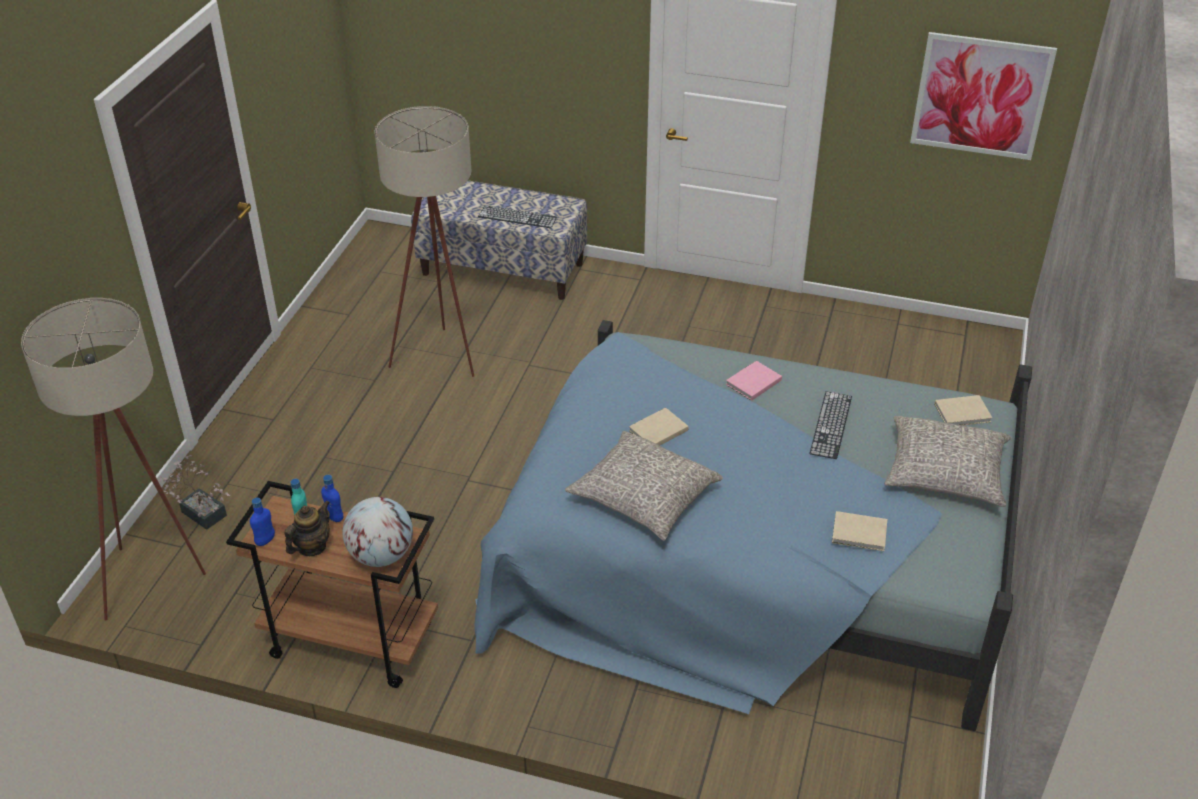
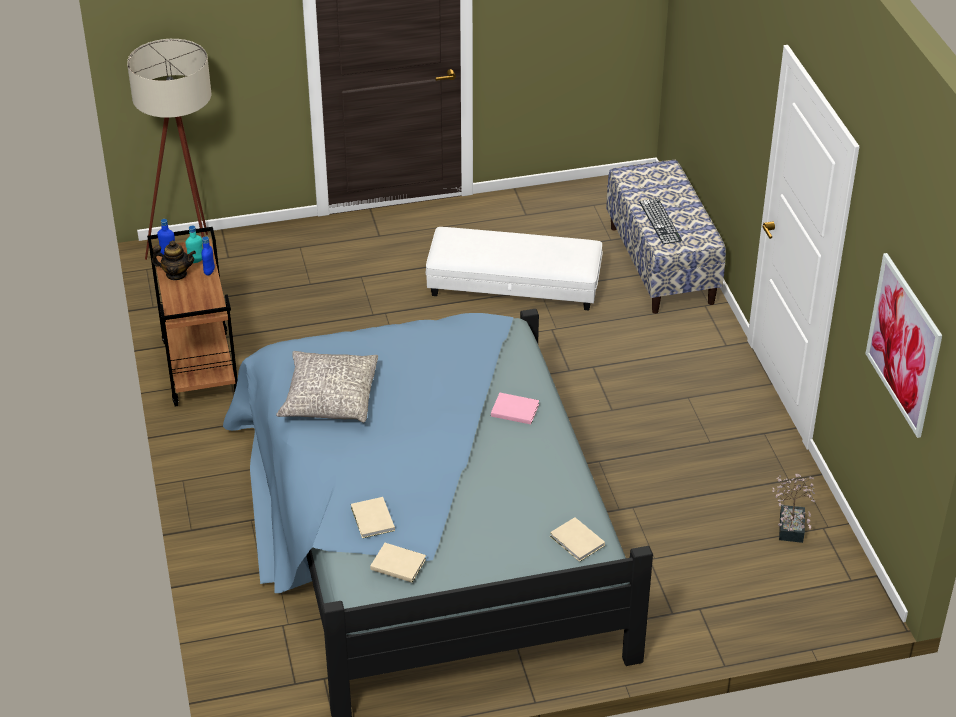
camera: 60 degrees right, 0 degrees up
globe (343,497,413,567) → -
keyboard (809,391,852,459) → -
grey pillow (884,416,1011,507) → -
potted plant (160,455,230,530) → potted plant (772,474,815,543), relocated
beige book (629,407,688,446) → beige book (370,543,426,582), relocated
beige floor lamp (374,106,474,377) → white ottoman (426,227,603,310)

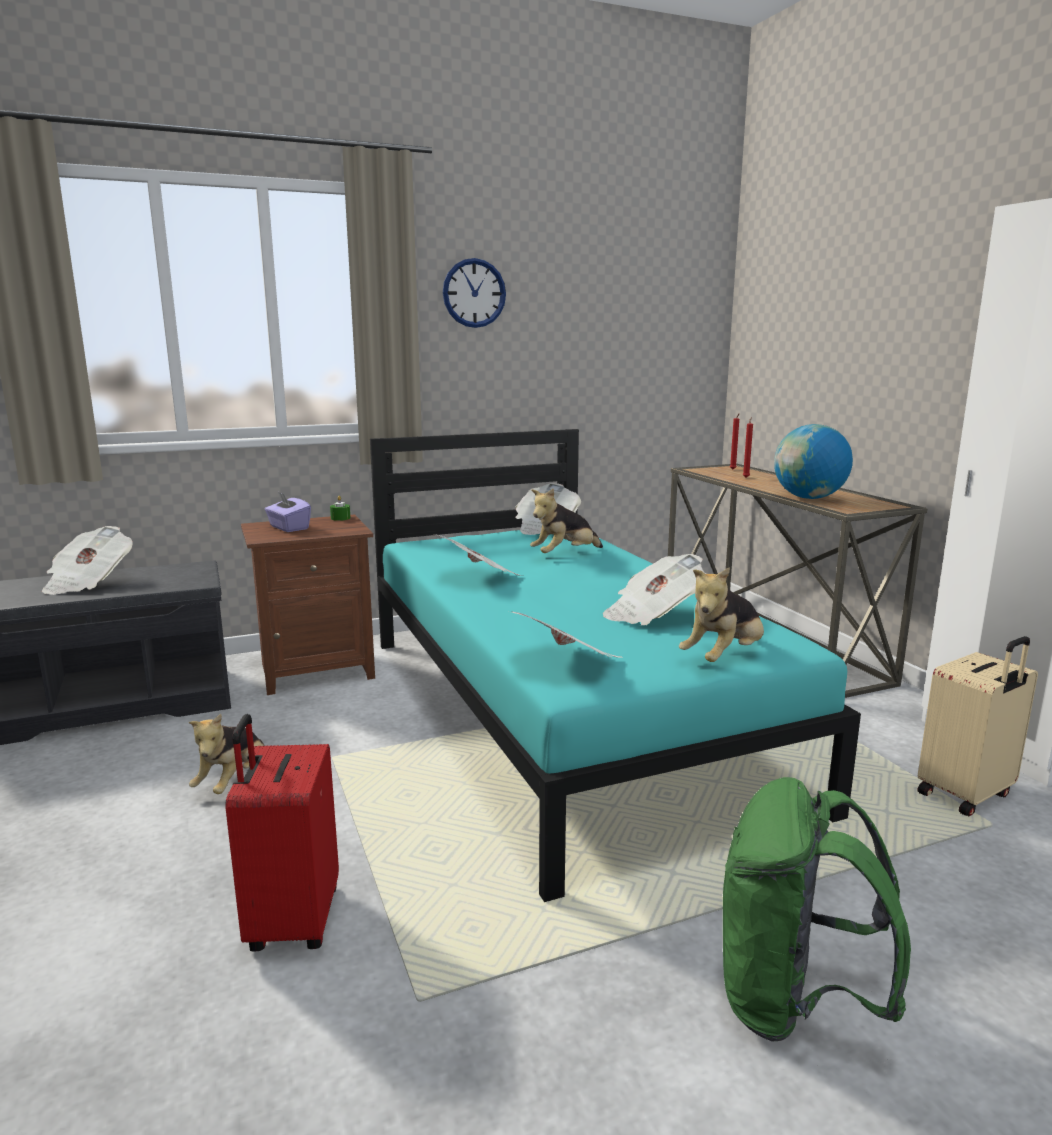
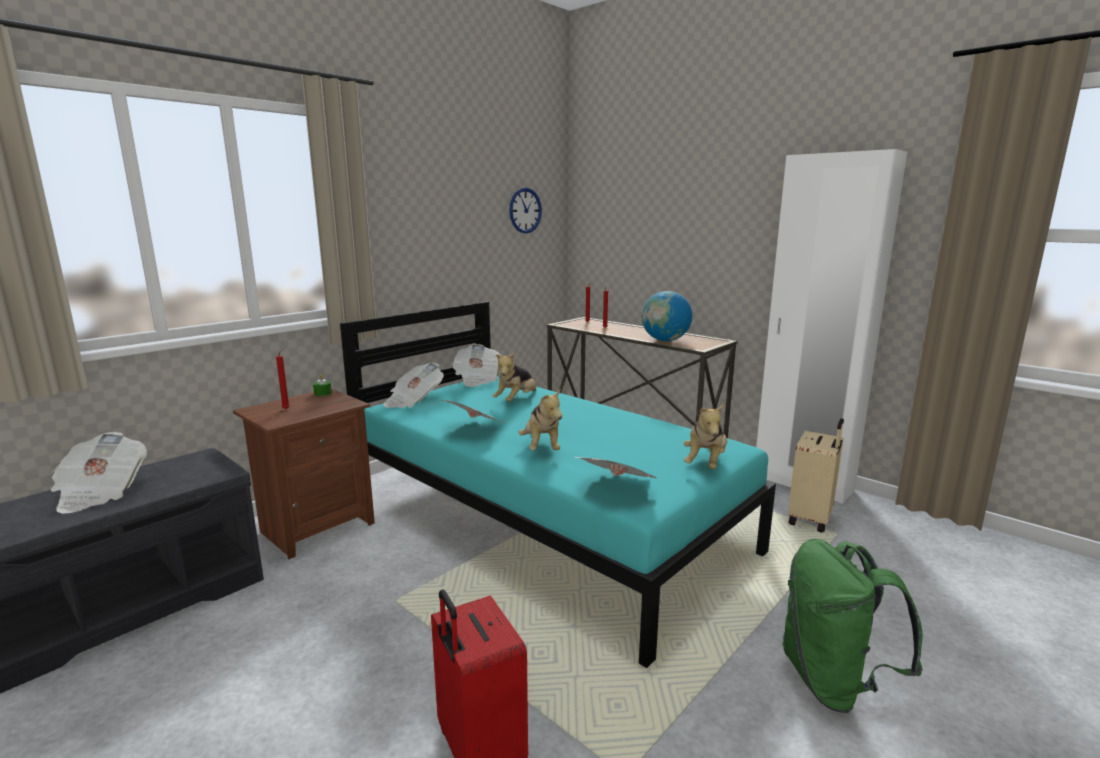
camera: 25 degrees left, 0 degrees up
plush toy (189,714,265,794) → plush toy (518,389,562,450), relocated
wall clock (443,258,506,328) → wall clock (509,188,542,233), relocated
newspaper (603,554,706,625) → newspaper (383,363,444,408), relocated
purple tissue box (265,492,311,532) → red candle (276,349,290,409)

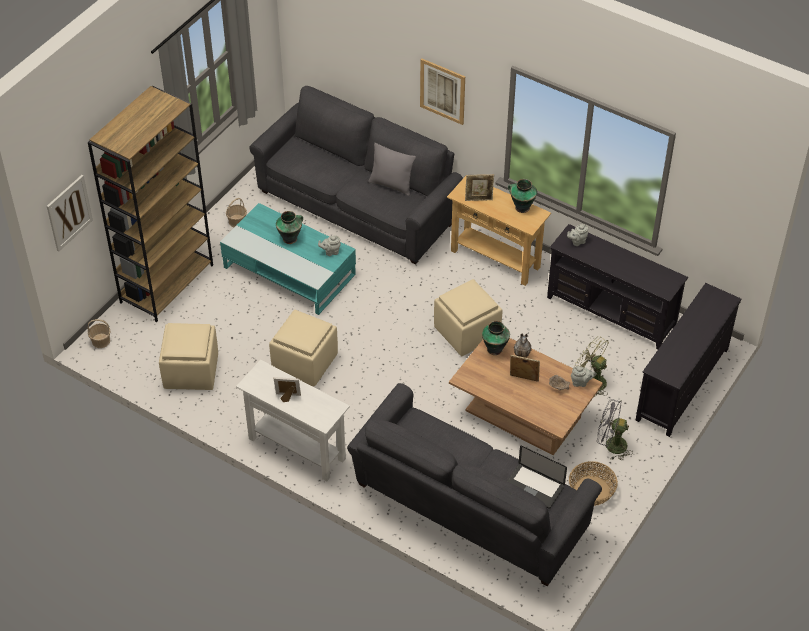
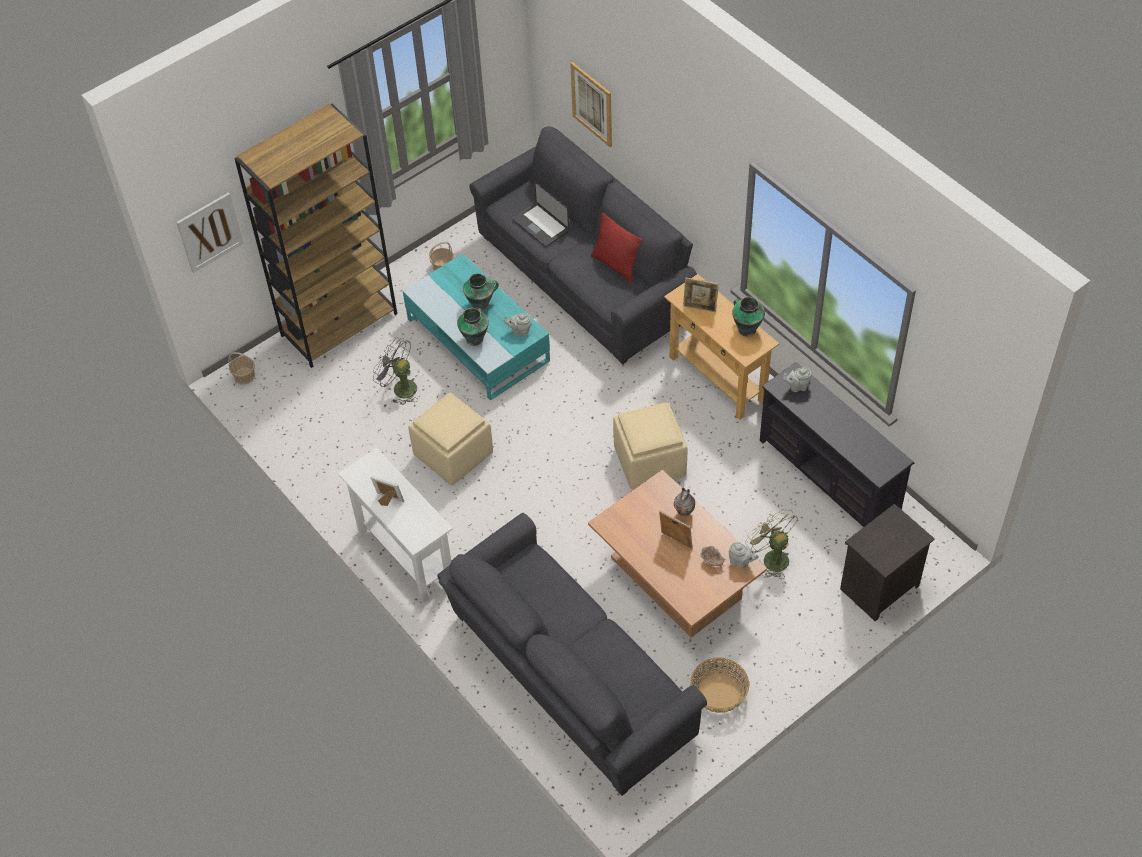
camera: 20 degrees right, 5 degrees up
beige ottoman (159,323,218,390) → -
picture (420,58,465,125) → picture (570,62,612,147), relocated
vase (482,321,510,355) → vase (457,308,489,346), relocated
laptop (507,446,567,509) → laptop (512,181,569,247), relocated
grey fan (597,400,633,460) → grey fan (373,337,418,405), relocated
black tv stand (636,283,741,437) → black nightstand (840,504,935,621)
grey pillow (368,143,416,196) → red pillow (591,213,643,283)

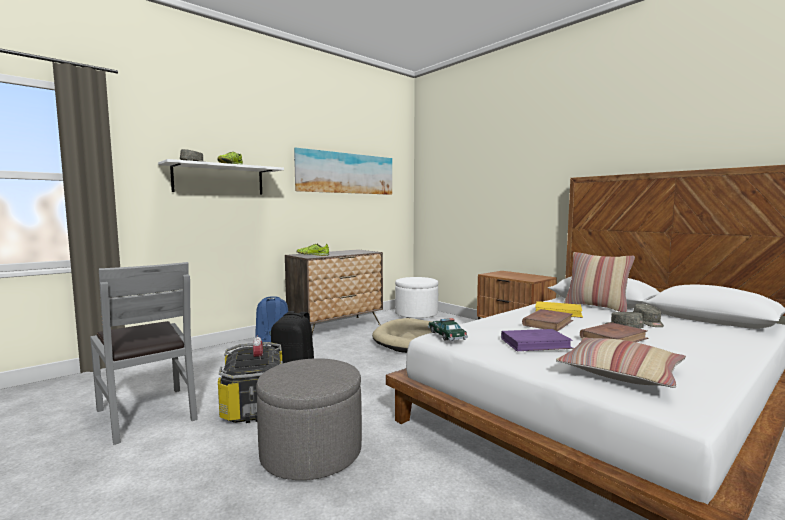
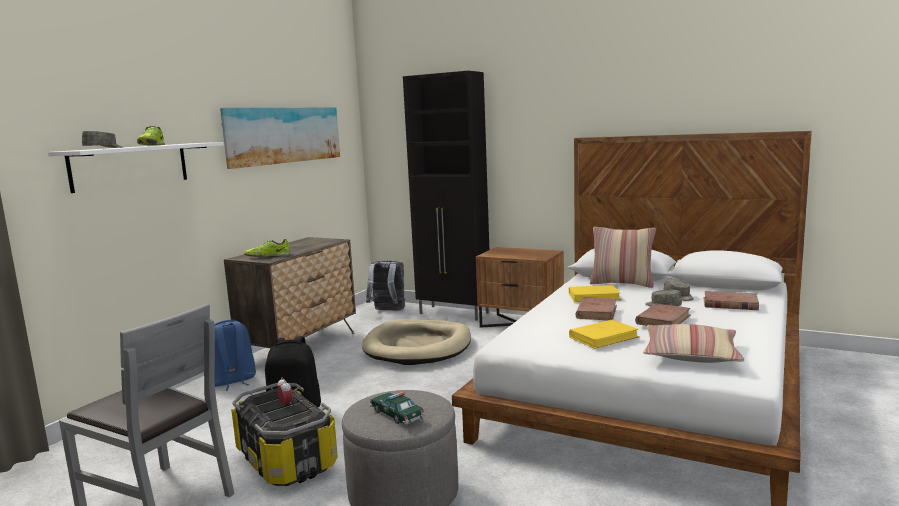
camera: 20 degrees left, 5 degrees up
- → black cabinet (403,71,489,321)
- → brown book (703,291,759,310)
toy car (428,318,468,341) → toy car (369,392,425,425), relocated
white ottoman (395,277,438,318) → grey backpack (366,259,405,311)
purple book (501,329,574,351) → yellow book (569,320,640,349)

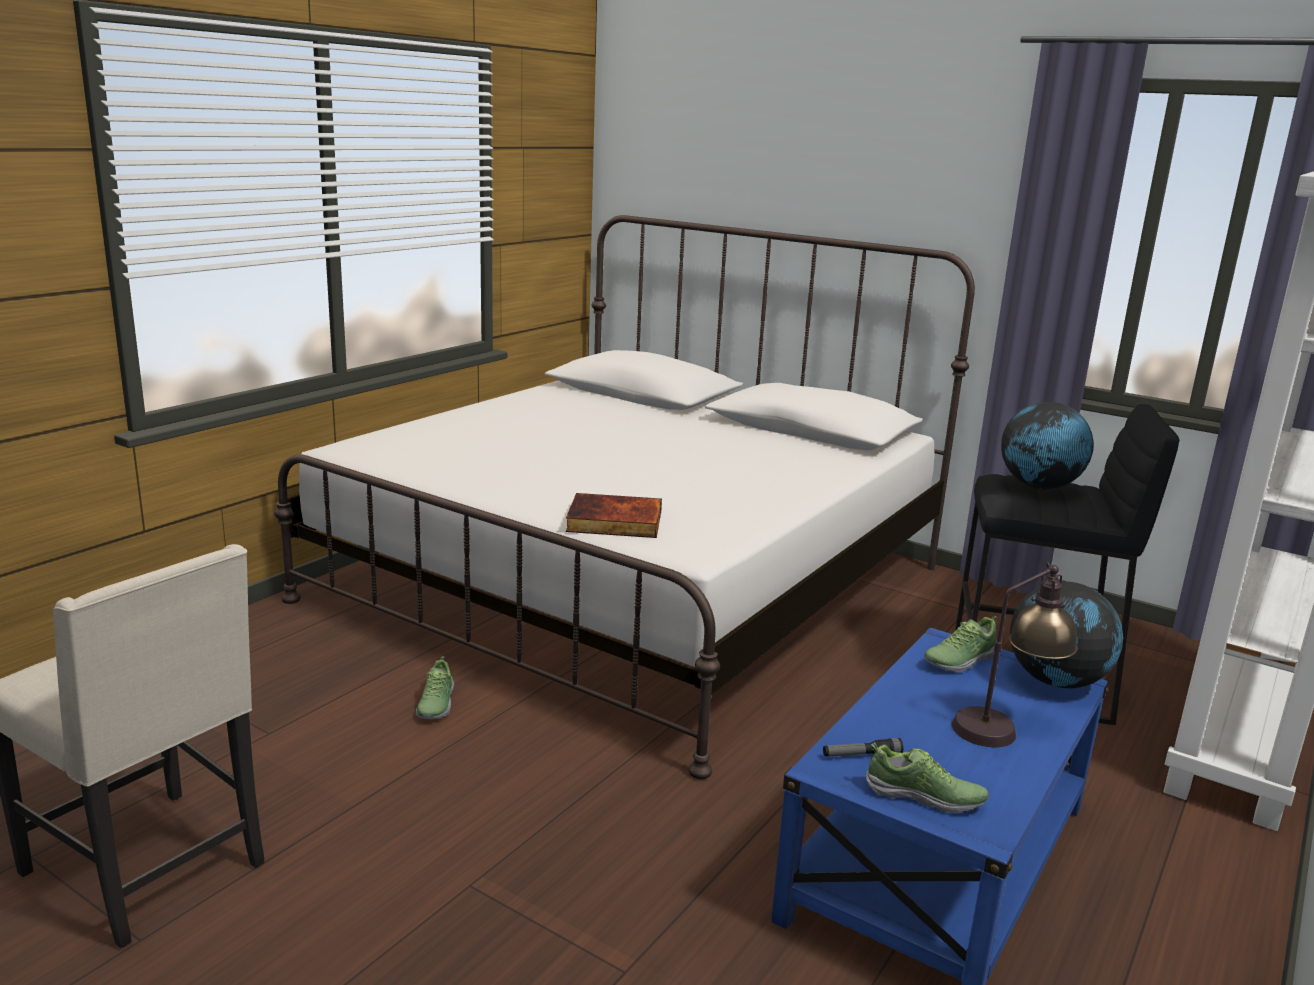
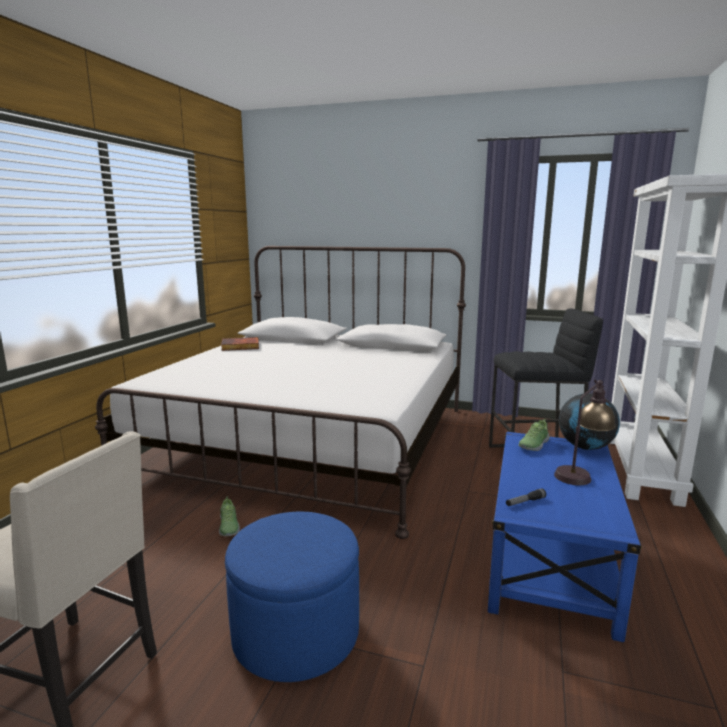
camera: 15 degrees left, 5 degrees down
shoe (866,742,989,813) → -
globe (1001,402,1094,490) → -
- → blue ottoman (225,512,359,682)
book (566,493,662,538) → book (221,337,259,351), relocated

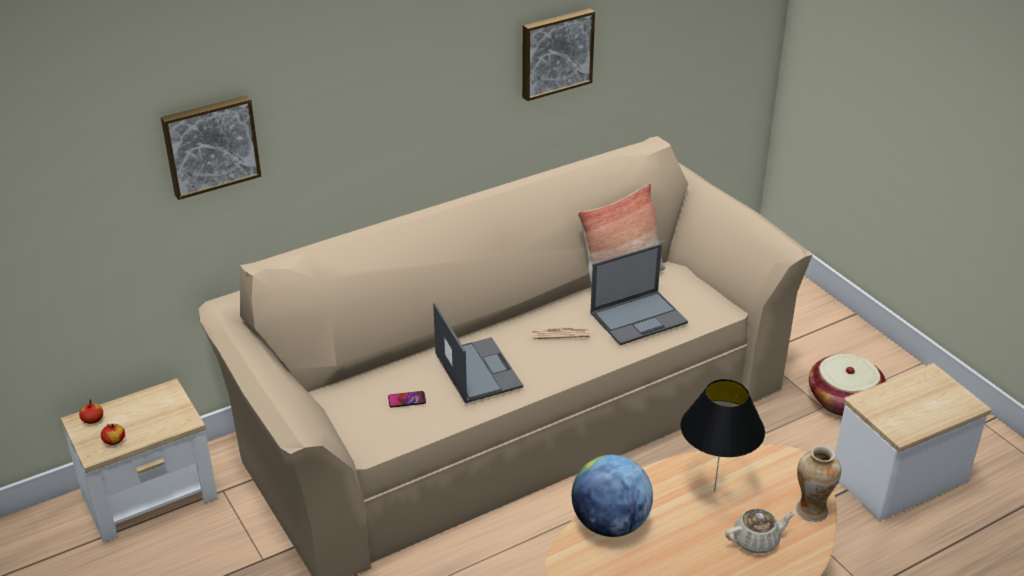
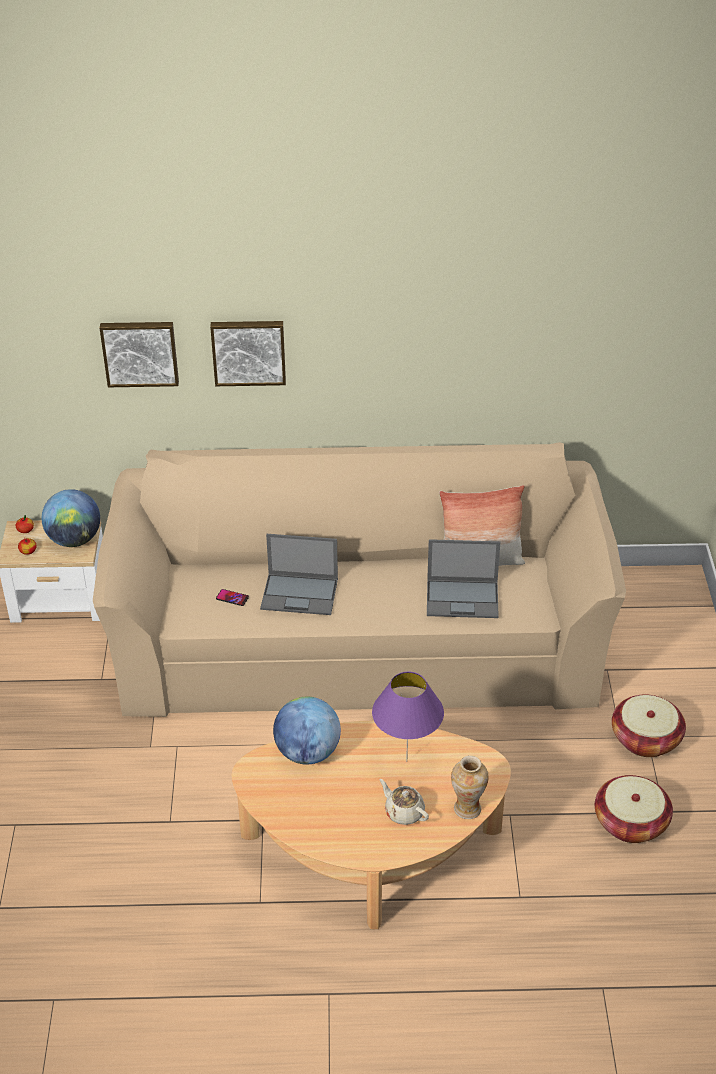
camera: 30 degrees right, 5 degrees up
newspaper (531,327,590,339) → -
- → globe (42,489,100,547)
picture (522,8,595,101) → picture (210,321,286,386), relocated
side table (835,363,992,521) → basket (595,775,673,843)
black table lamp (680,379,765,492) → purple table lamp (372,672,444,762)
laptop (433,303,523,403) → laptop (260,534,338,615), 90 degrees clockwise
beige teapot (725,508,796,554) → beige teapot (379,779,429,825), 150 degrees counterclockwise

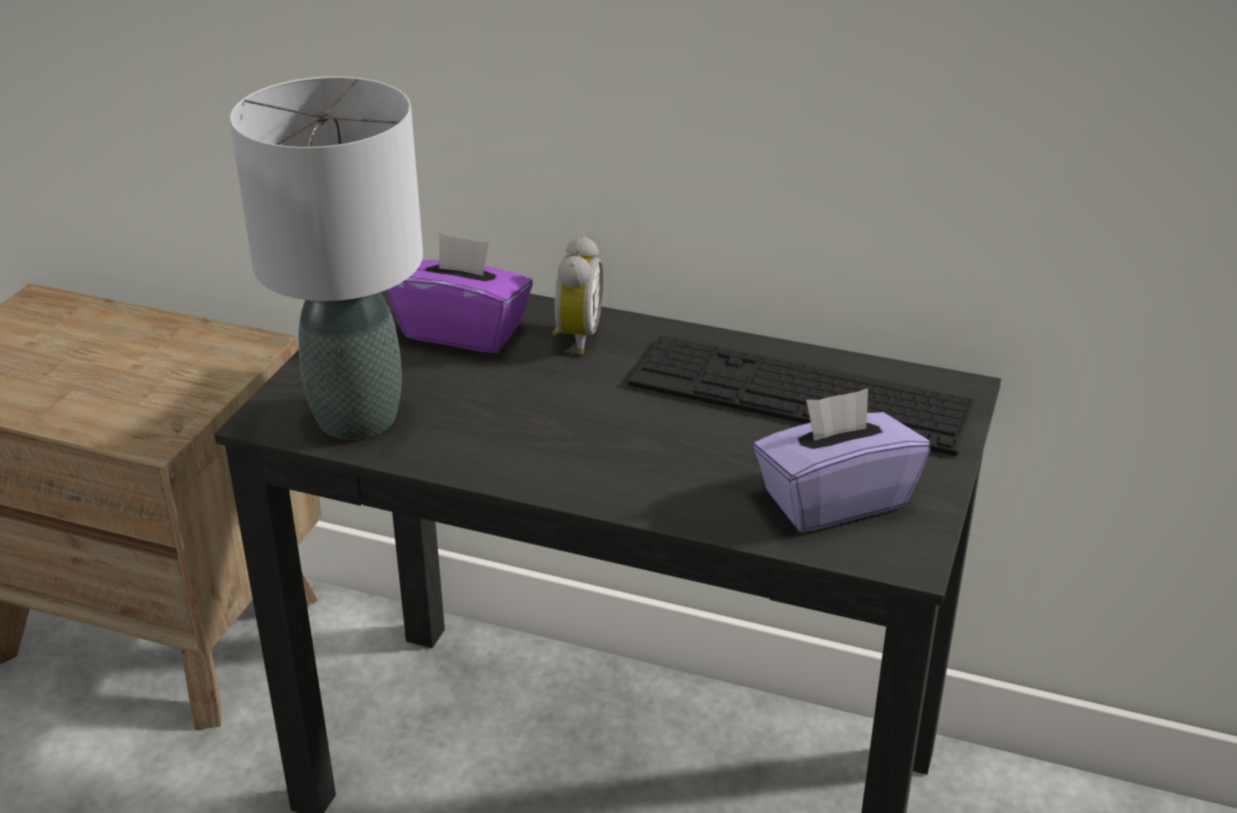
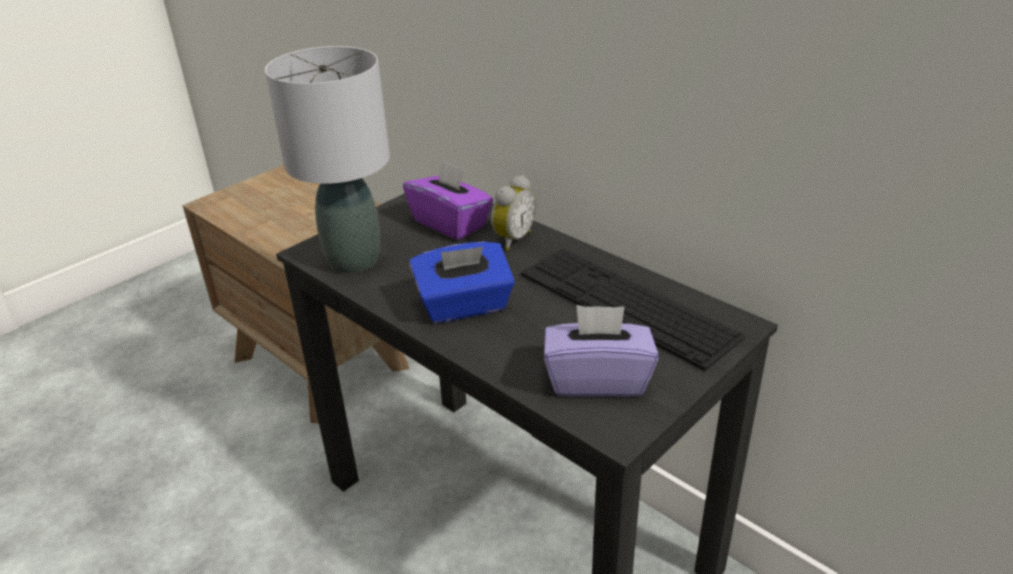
camera: 25 degrees right, 0 degrees up
- → blue tissue box (409,242,515,323)

